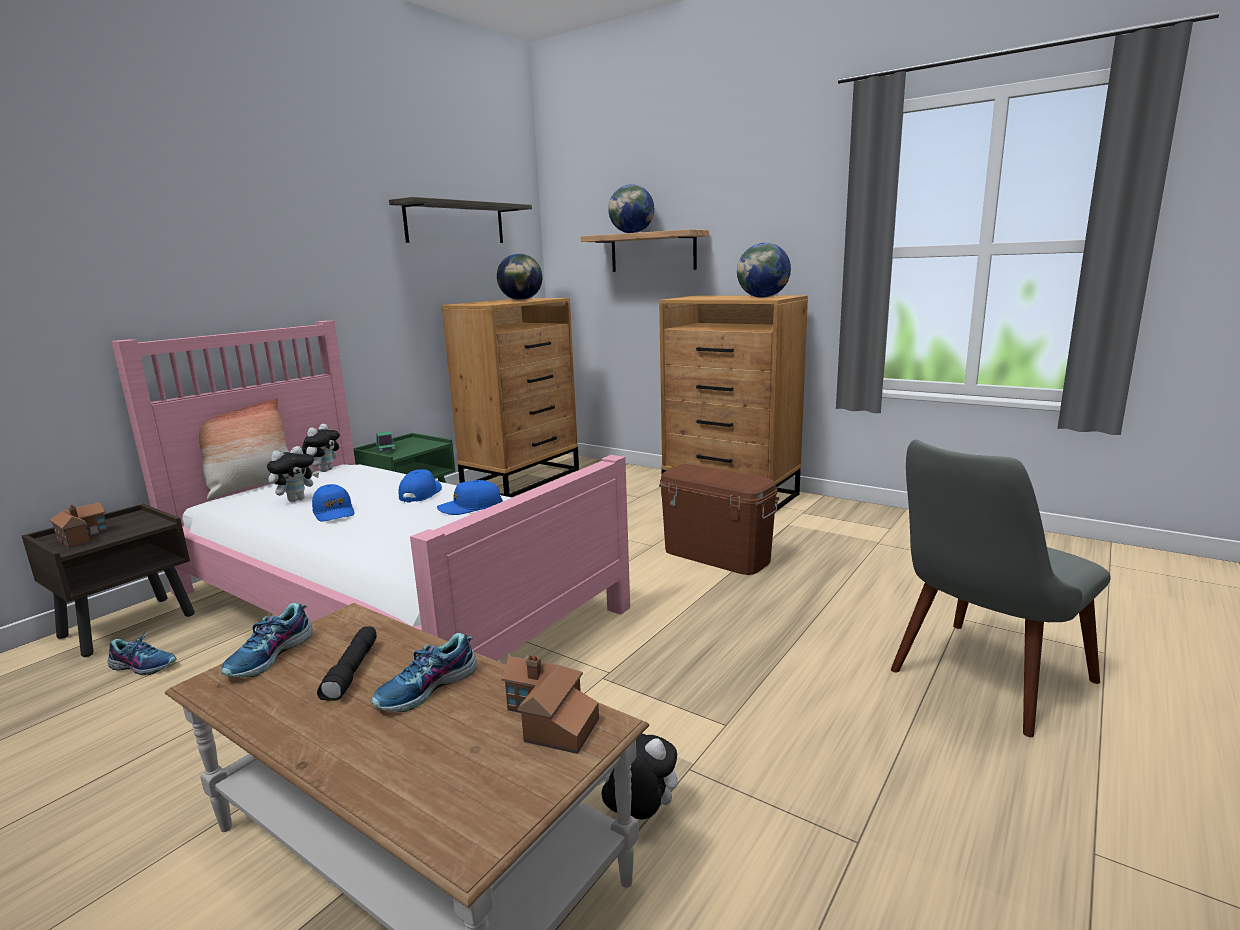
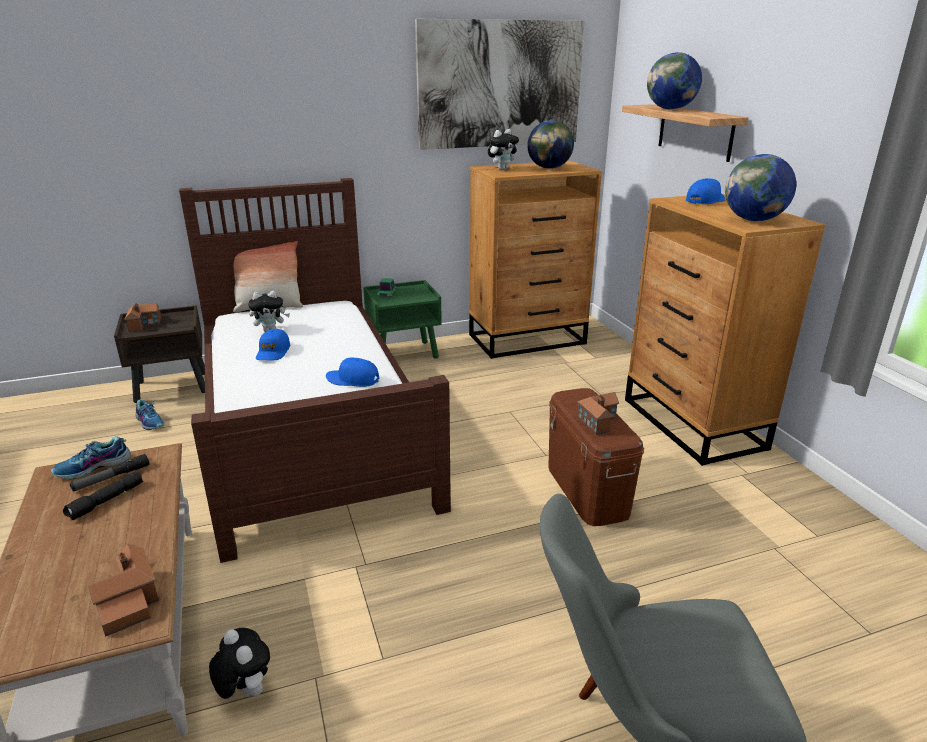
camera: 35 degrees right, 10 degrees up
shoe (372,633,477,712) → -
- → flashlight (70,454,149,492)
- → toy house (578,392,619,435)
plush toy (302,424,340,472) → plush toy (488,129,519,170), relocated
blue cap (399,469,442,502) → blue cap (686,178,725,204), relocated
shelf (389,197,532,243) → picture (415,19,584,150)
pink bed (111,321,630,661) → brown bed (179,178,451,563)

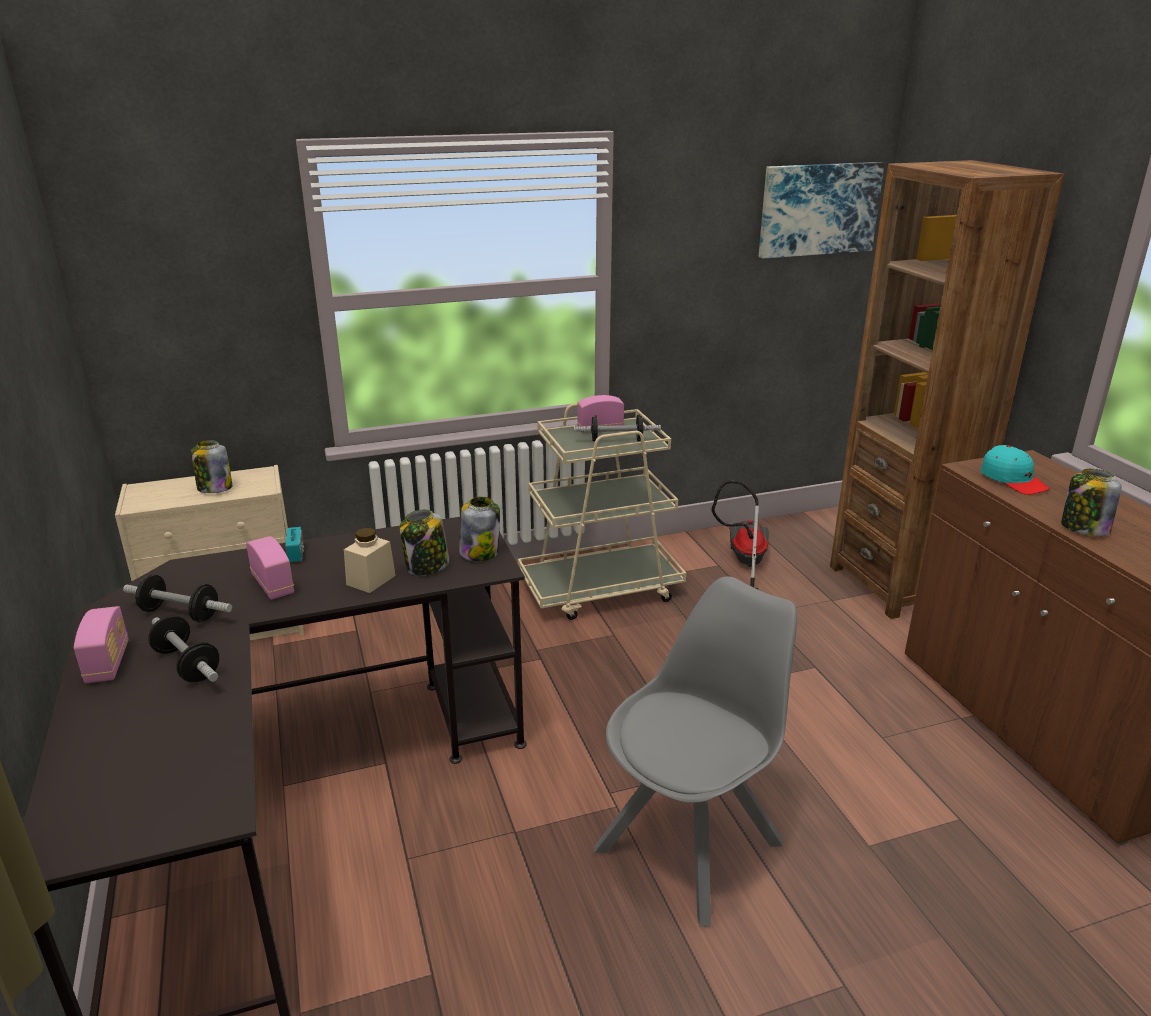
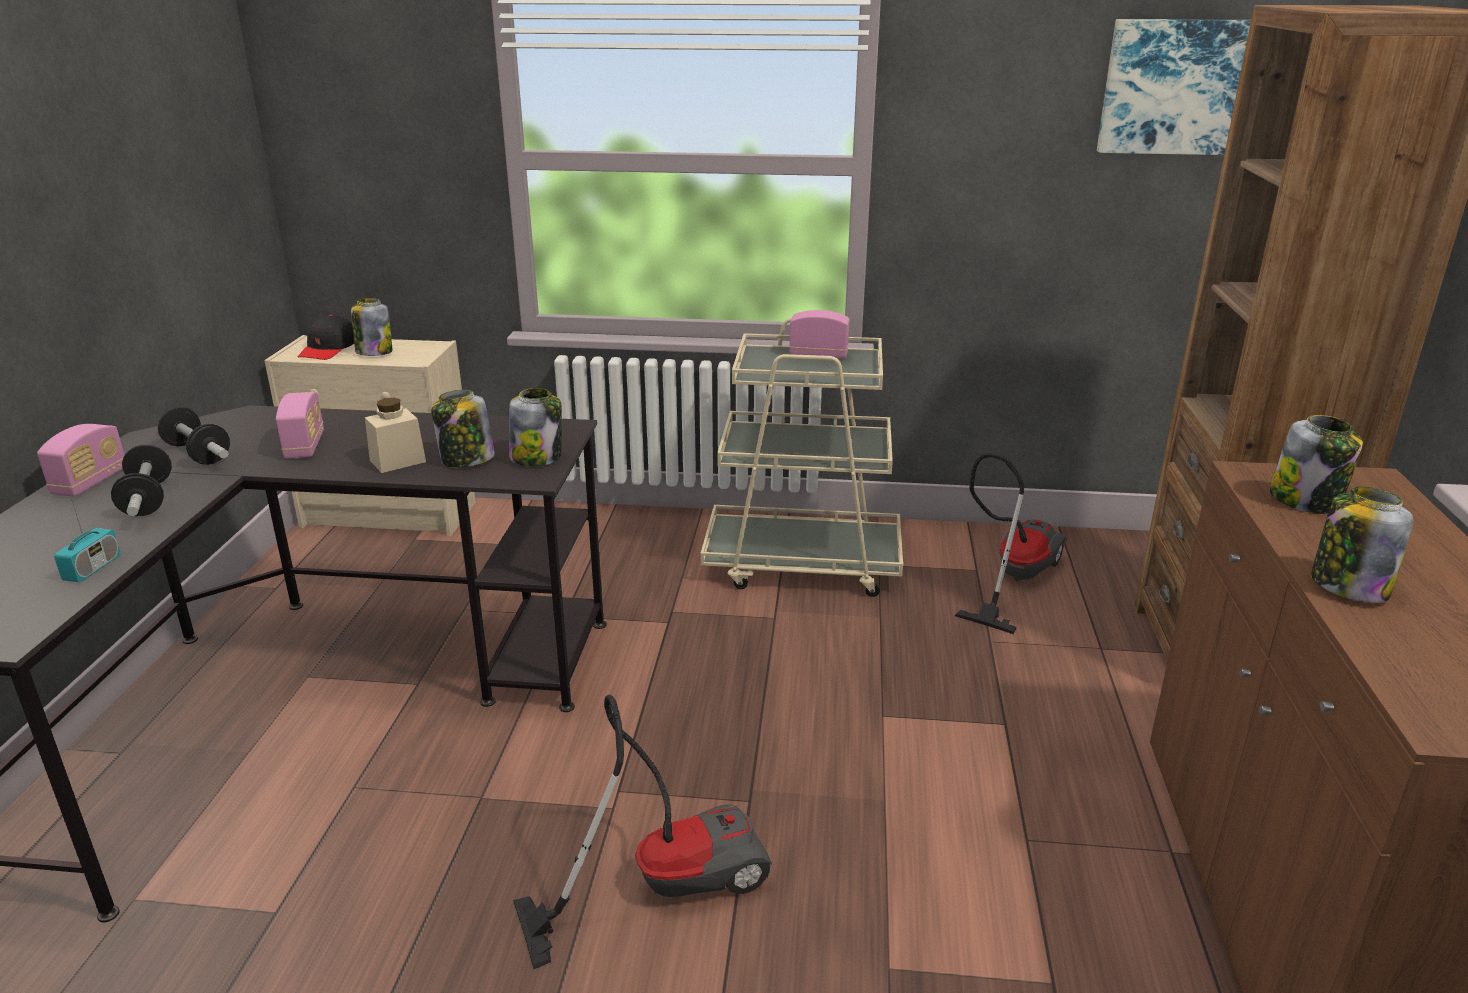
camera: 25 degrees right, 0 degrees up
dumbbell (574,415,661,442) → -
- → black cap (298,315,354,360)
radio (281,505,304,562) → radio (54,489,121,582), relocated
grey chair (594,576,797,928) → vacuum cleaner (513,694,772,969)
turquoise cap (981,445,1050,495) → jar (1270,415,1363,514)

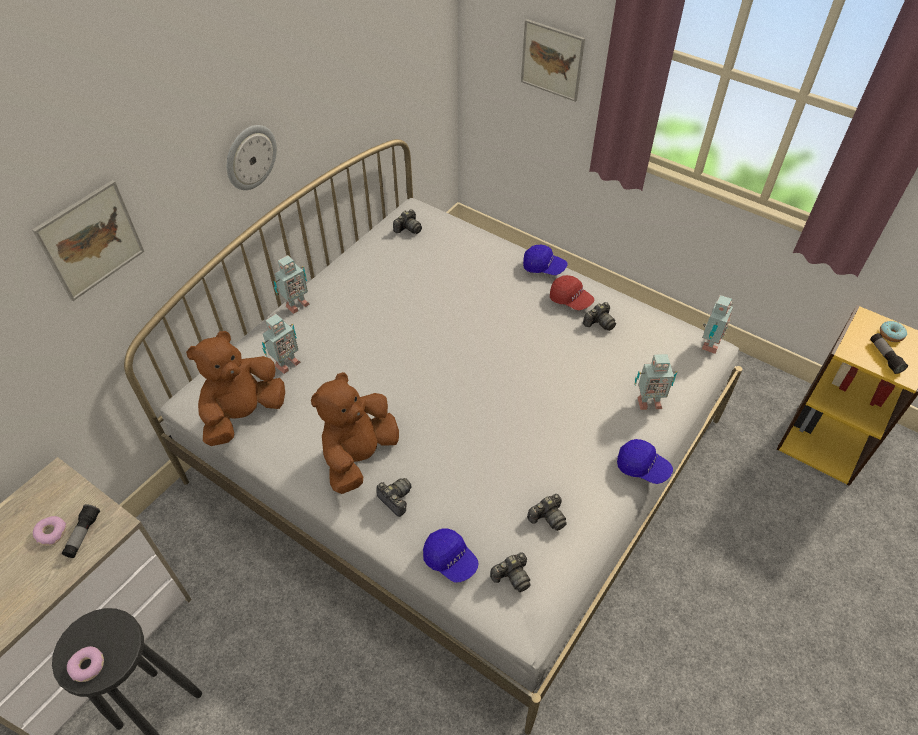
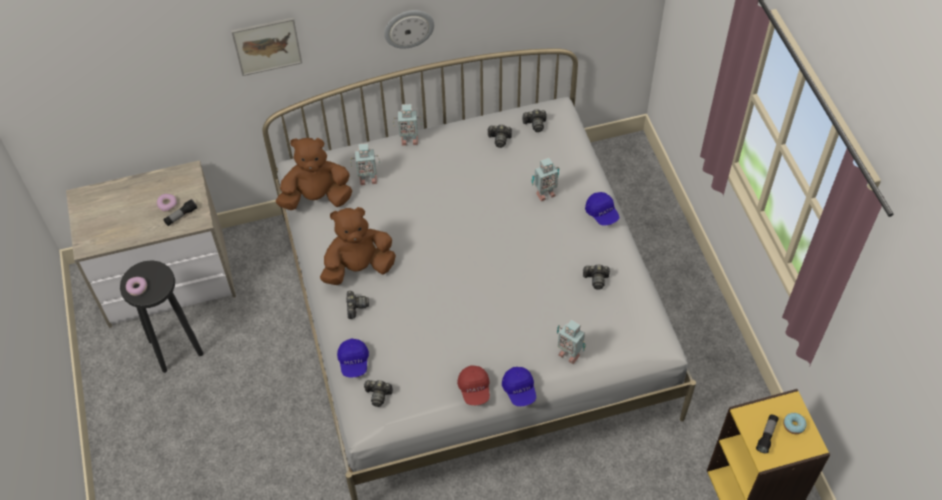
camera: 40 degrees right, 5 degrees up
picture (521,19,585,102) → -
photo camera (527,494,567,531) → photo camera (487,125,512,148), relocated
red cap (550,275,594,311) → red cap (457,365,490,405), relocated
toy robot (702,295,733,354) → toy robot (532,157,559,201), relocated

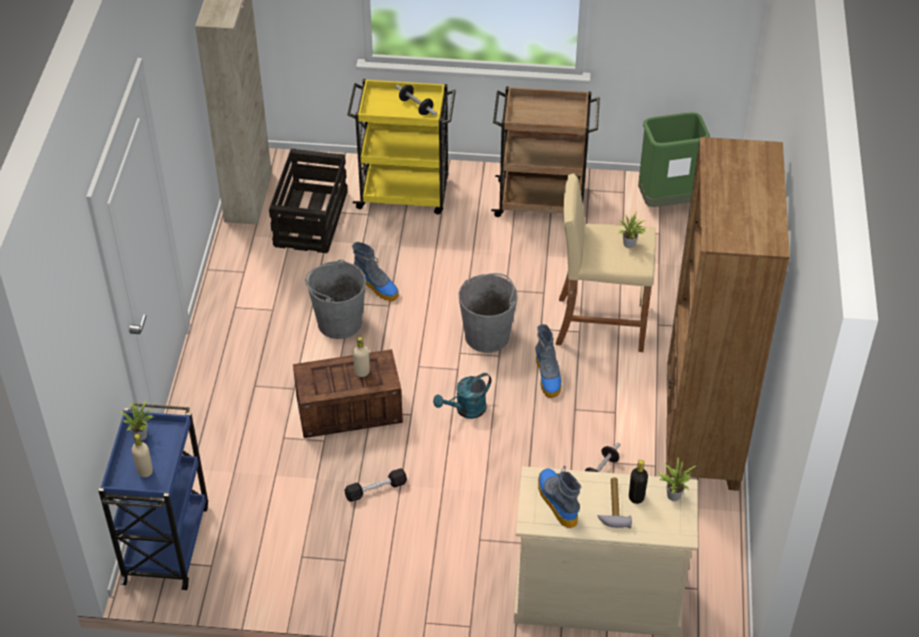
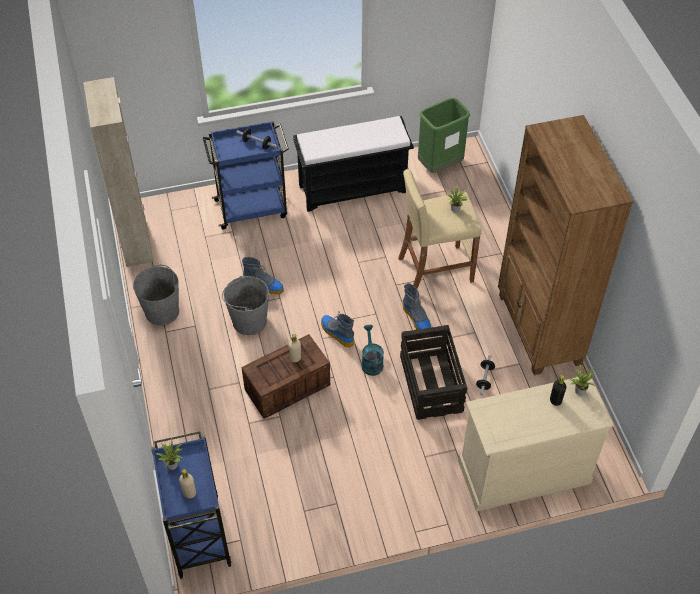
camera: 20 degrees left, 5 degrees up
black dumbbell (344,468,407,502) → -
hammer (597,477,632,528) → -
crate (269,148,348,253) → crate (400,325,467,420), relocated
grey bucket (459,273,518,353) → grey bucket (133,265,179,326), relocated
boot (538,466,581,528) → boot (321,311,354,348), relocated
brown cart (491,86,600,217) → black bench (293,116,414,212)
yellow cart (347,79,456,214) → blue cart (203,121,289,229)
turquoise watering can (433,373,491,419) → turquoise watering can (361,325,384,376), 135 degrees clockwise

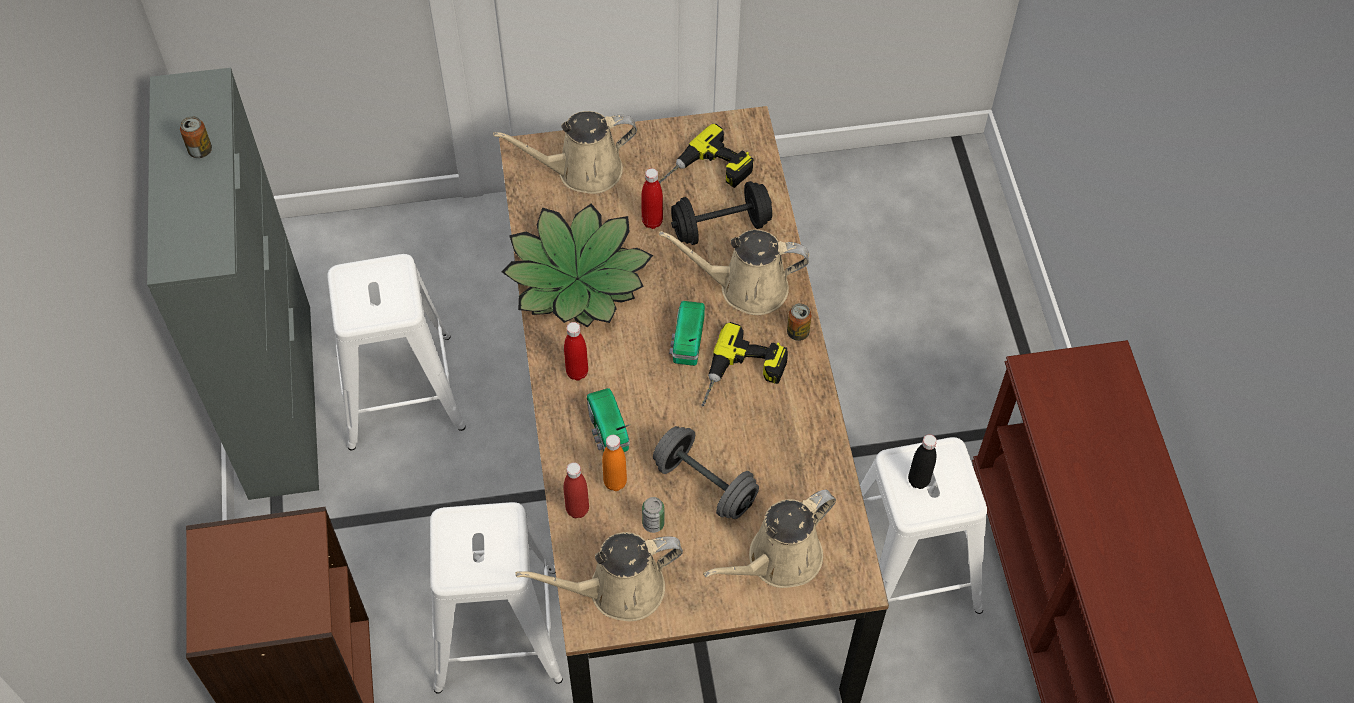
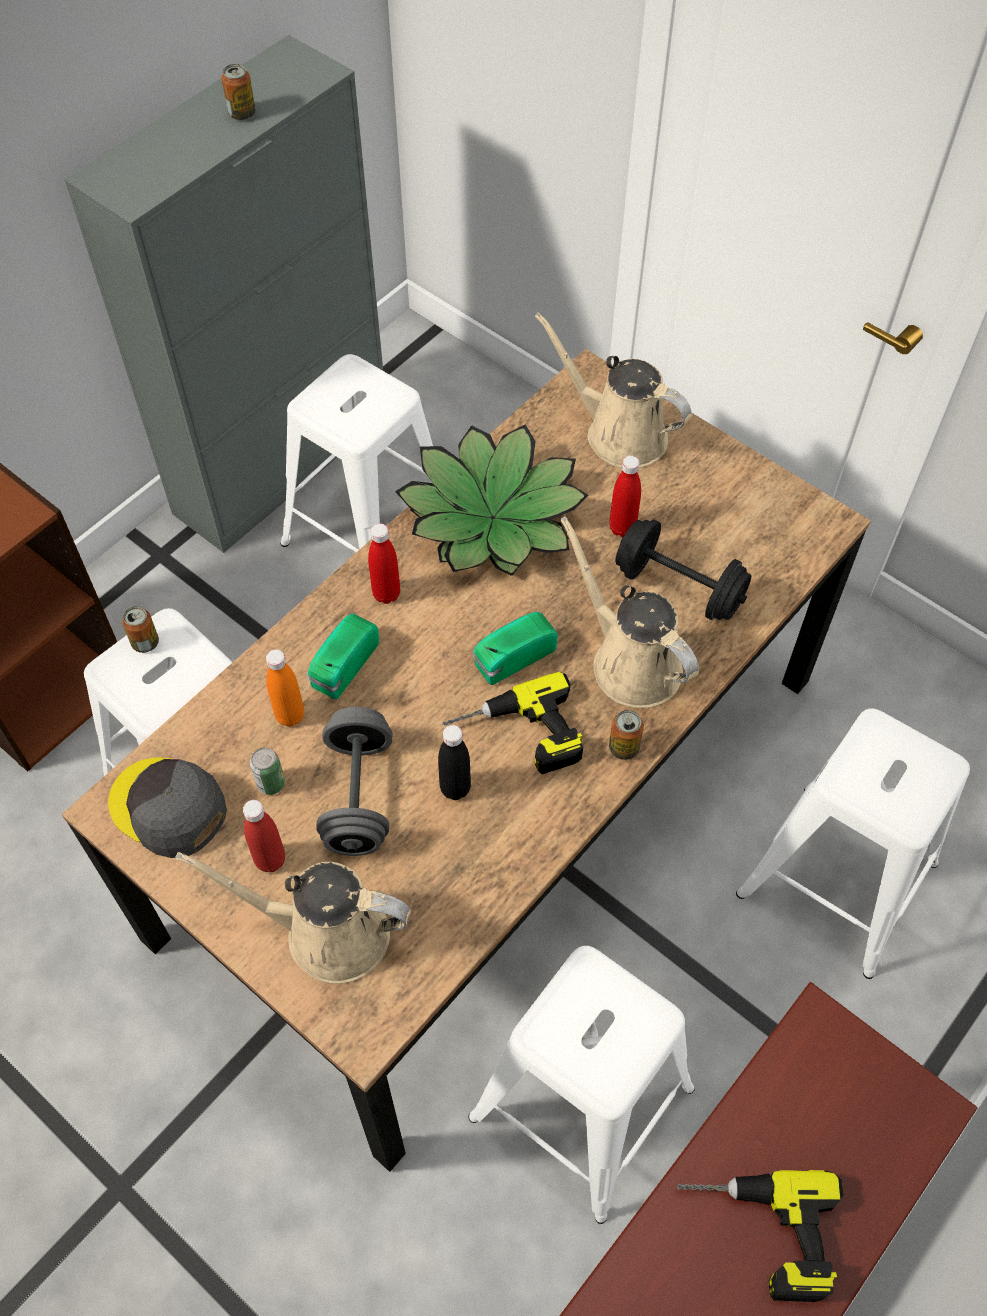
camera: 50 degrees right, 0 degrees up
- → can (122,606,159,653)
- → white stool (736,709,970,979)
red bottle (564,462,589,518) → red bottle (243,800,285,872), relocated
power drill (659,124,753,188) → power drill (677,1170,844,1302), relocated
black bottle (908,434,937,489) → black bottle (438,725,471,800), relocated
beige watering can (515,532,683,621) → grey cap (108,757,227,858)

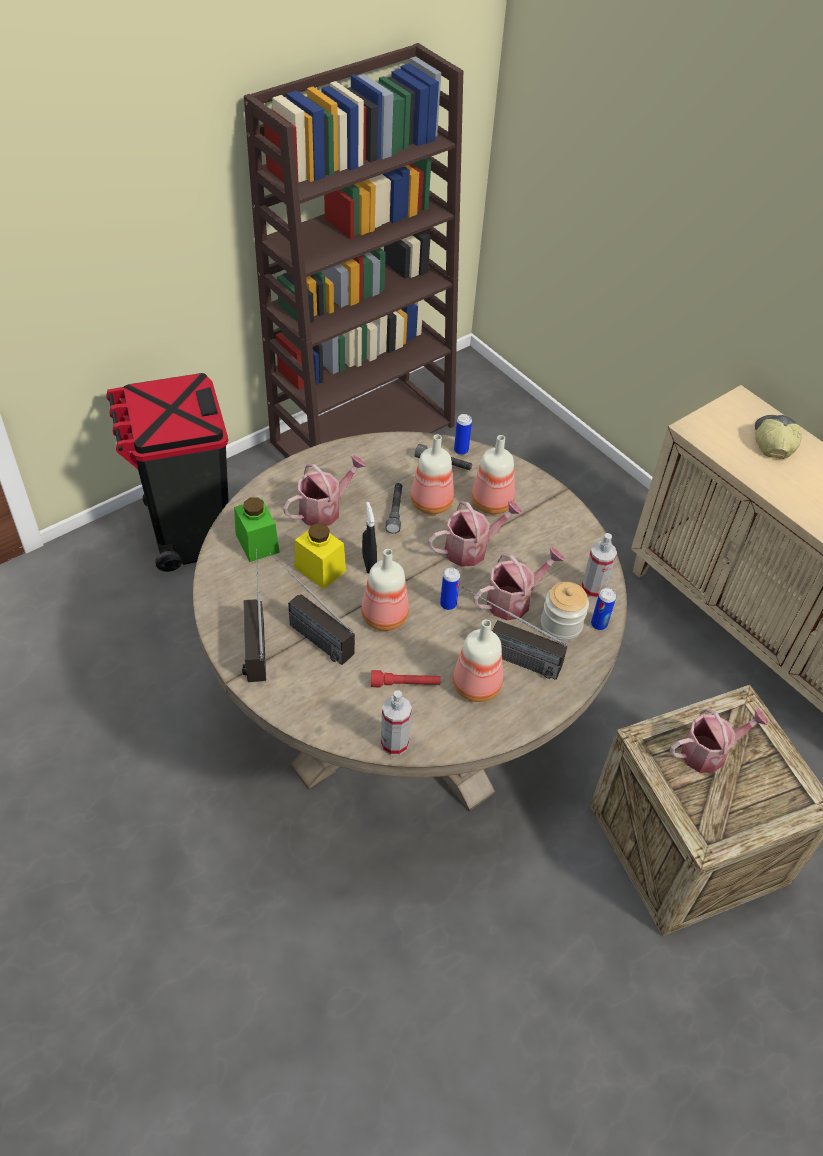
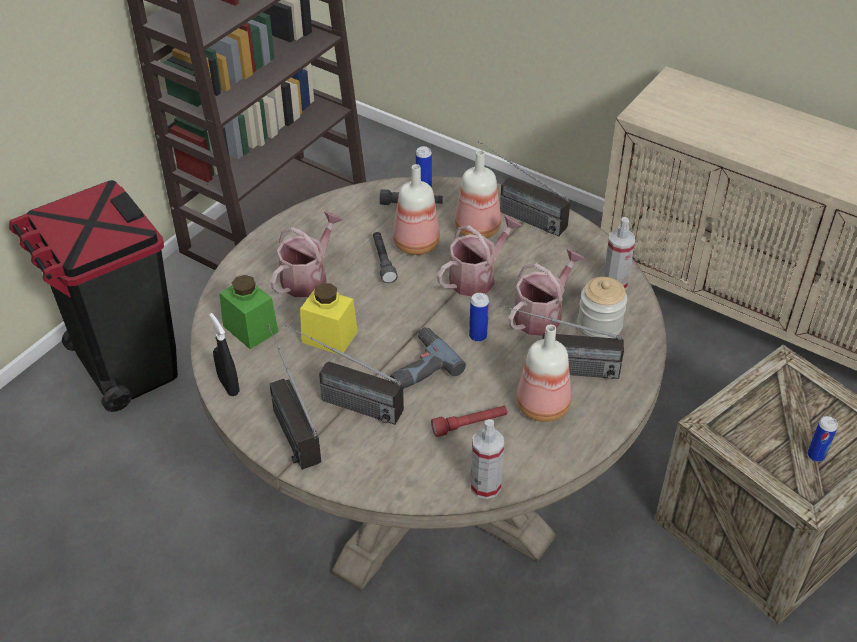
camera: 15 degrees left, 5 degrees down
watering can (670,708,769,773) → -
cap (755,415,802,459) → -
- → radio (478,141,570,236)
black spray bottle (362,502,377,573) → black spray bottle (209,313,239,396), relocated
can (591,588,616,630) → can (807,416,838,462), relocated
bottle (361,549,409,631) → power drill (390,327,466,389)

